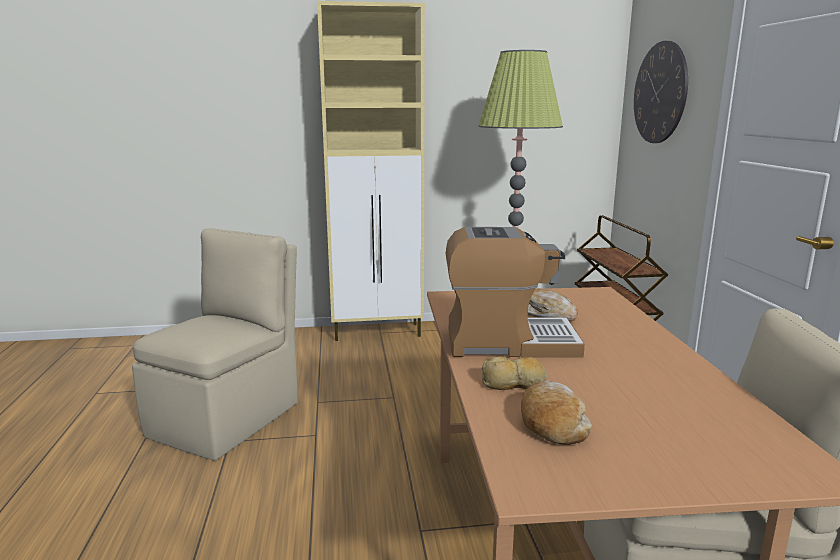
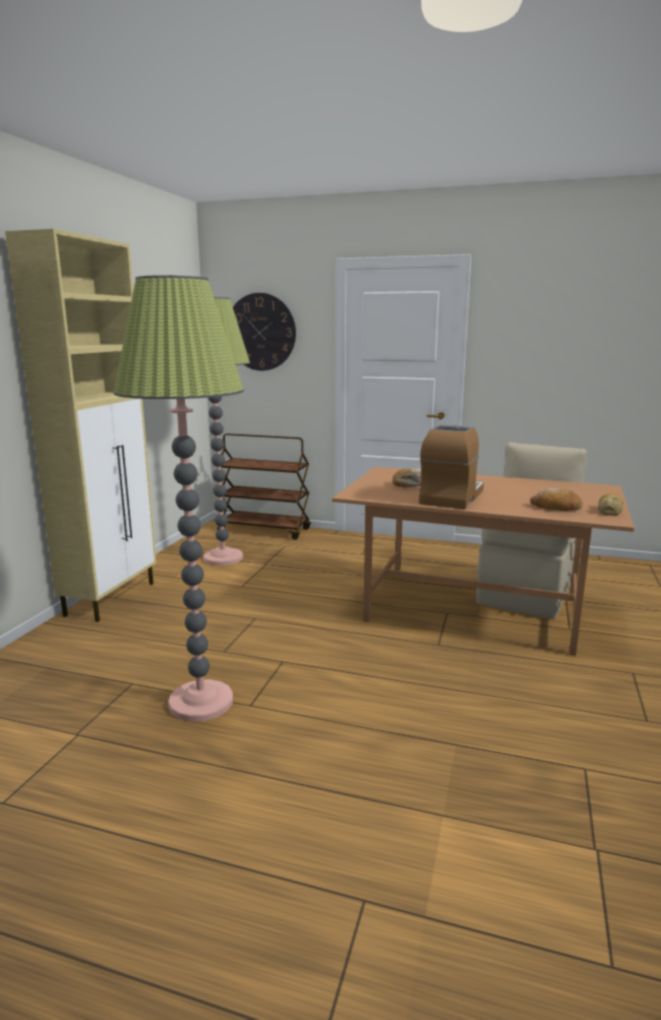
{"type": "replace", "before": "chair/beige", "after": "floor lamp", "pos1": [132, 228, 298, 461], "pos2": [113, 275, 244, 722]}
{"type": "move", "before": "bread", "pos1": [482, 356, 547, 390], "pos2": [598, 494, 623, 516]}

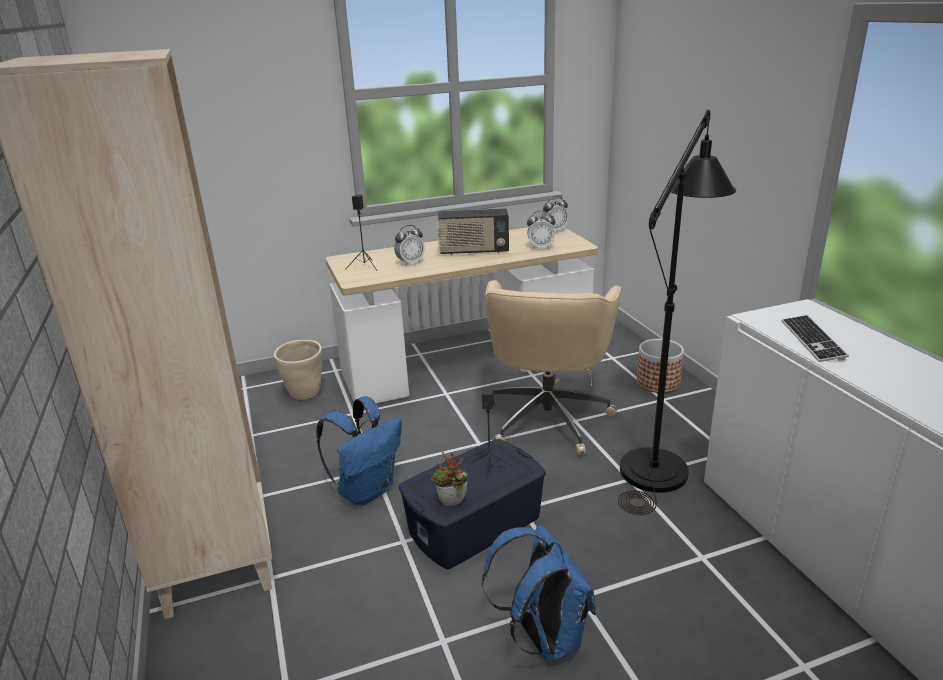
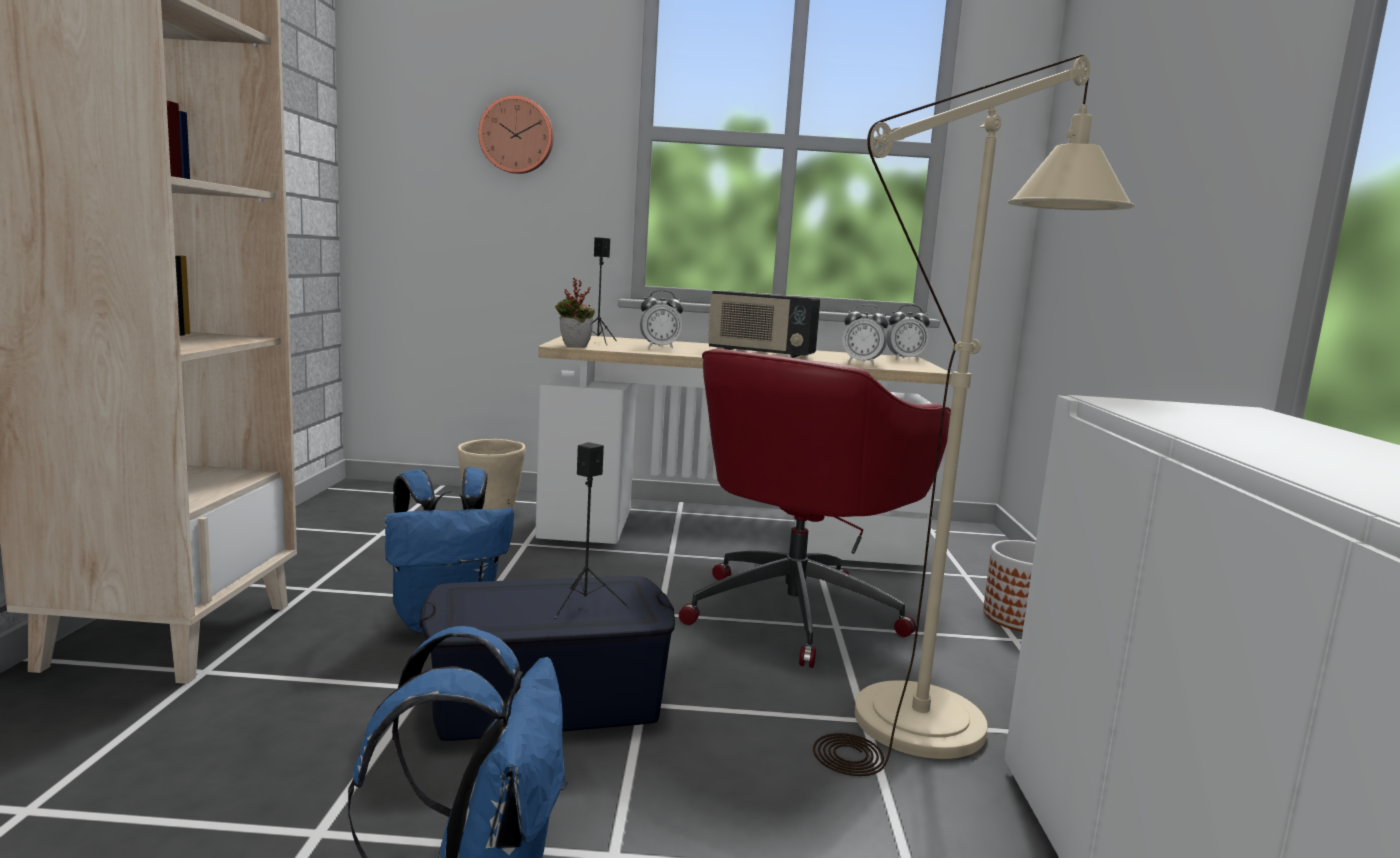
{"type": "move", "before": "potted plant", "pos1": [431, 452, 468, 506], "pos2": [555, 278, 595, 347]}
{"type": "recolor", "before": "office chair/beige", "after": "office chair/red", "pos1": [485, 280, 621, 456], "pos2": [679, 349, 951, 668]}
{"type": "recolor", "before": "floor lamp/black", "after": "floor lamp/beige", "pos1": [618, 110, 736, 515], "pos2": [813, 55, 1135, 776]}
{"type": "delete", "before": "keyboard", "pos1": [782, 315, 849, 362]}
{"type": "insert", "after": "wall clock", "pos2": [478, 95, 554, 174]}

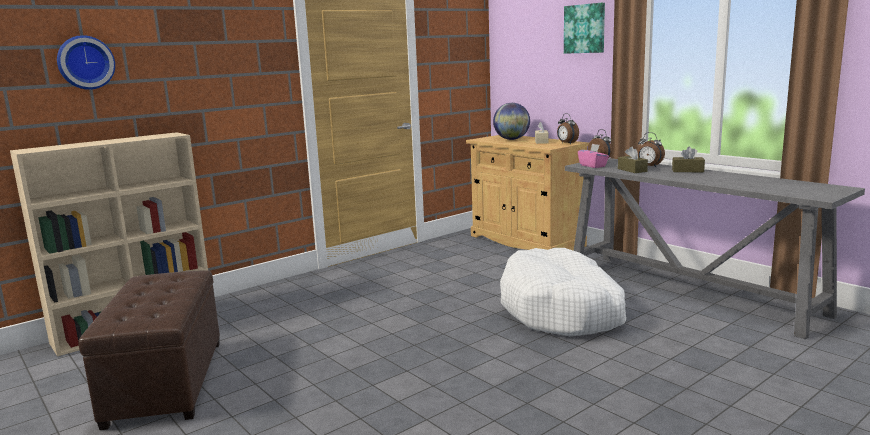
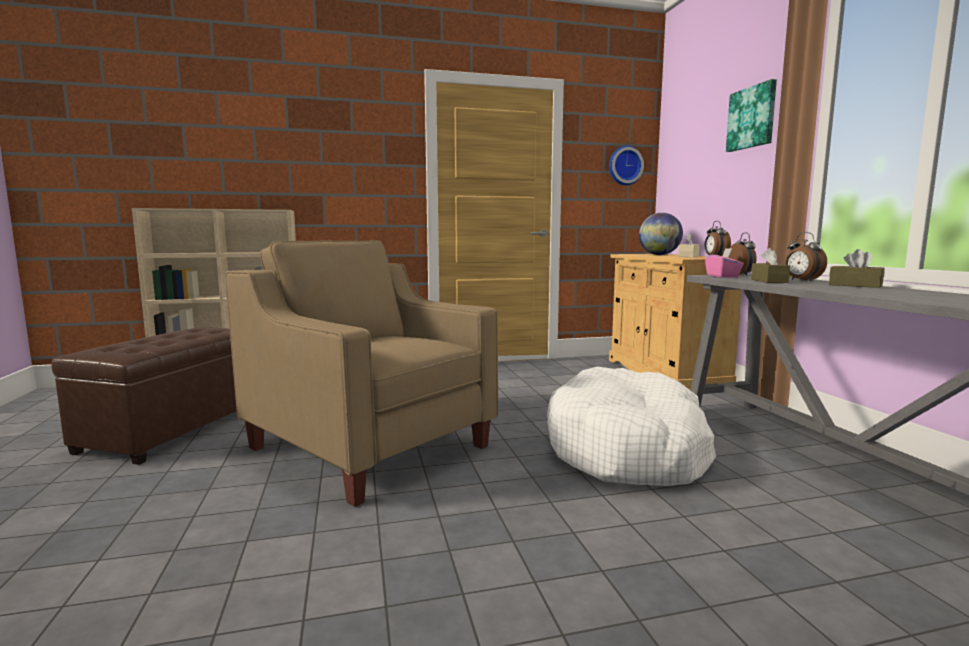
{"type": "move", "before": "wall clock", "pos1": [57, 35, 115, 90], "pos2": [609, 146, 644, 185]}
{"type": "insert", "after": "armchair/beige", "pos2": [225, 240, 498, 507]}

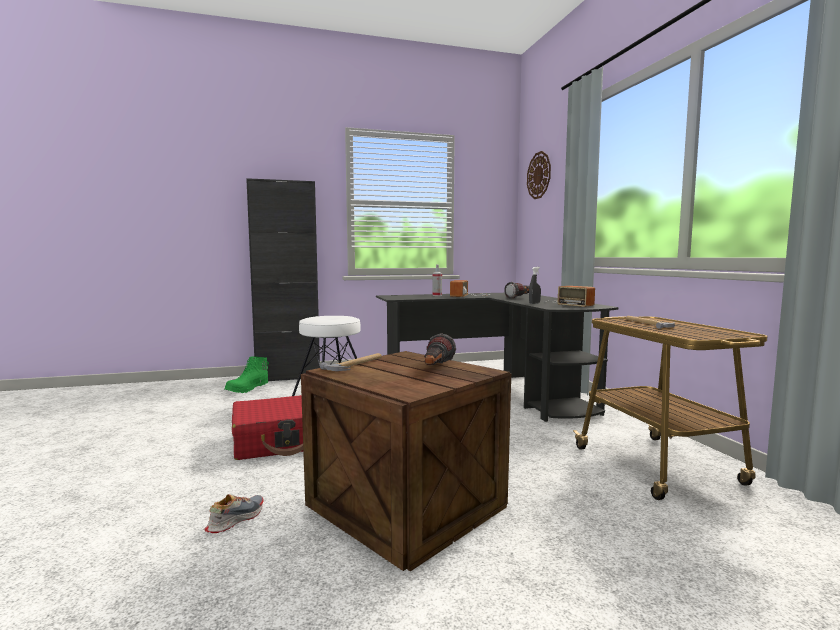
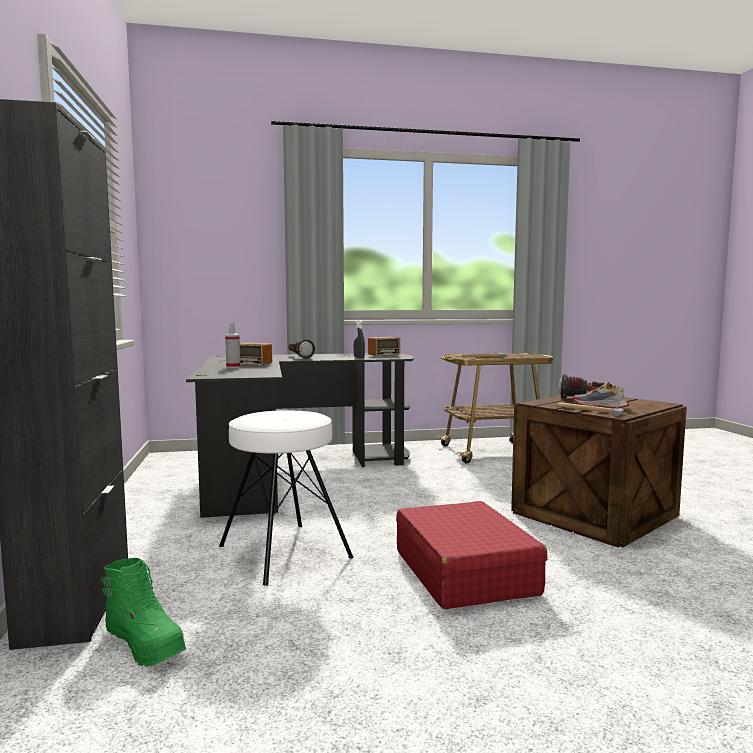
{"type": "move", "before": "shoe", "pos1": [205, 494, 264, 533], "pos2": [573, 382, 629, 408]}
{"type": "delete", "before": "wall clock", "pos1": [527, 151, 551, 199]}

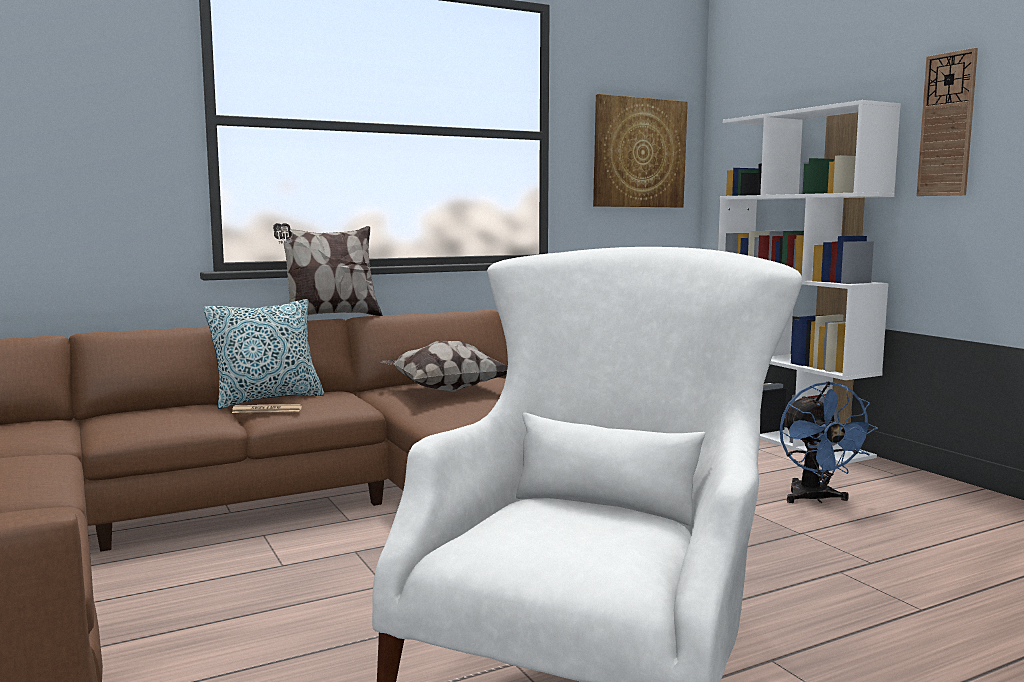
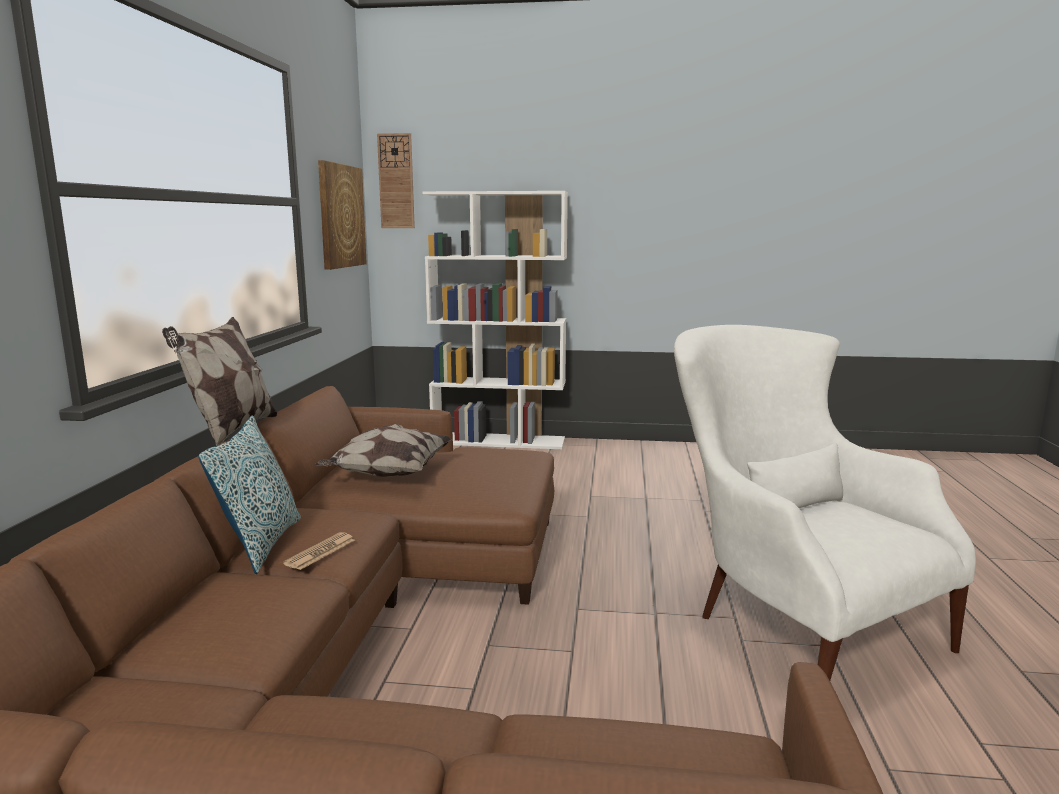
{"type": "delete", "before": "fan/blue", "pos1": [780, 381, 878, 503]}
{"type": "move", "before": "wall clock", "pos1": [916, 48, 978, 196], "pos2": [377, 133, 415, 228]}

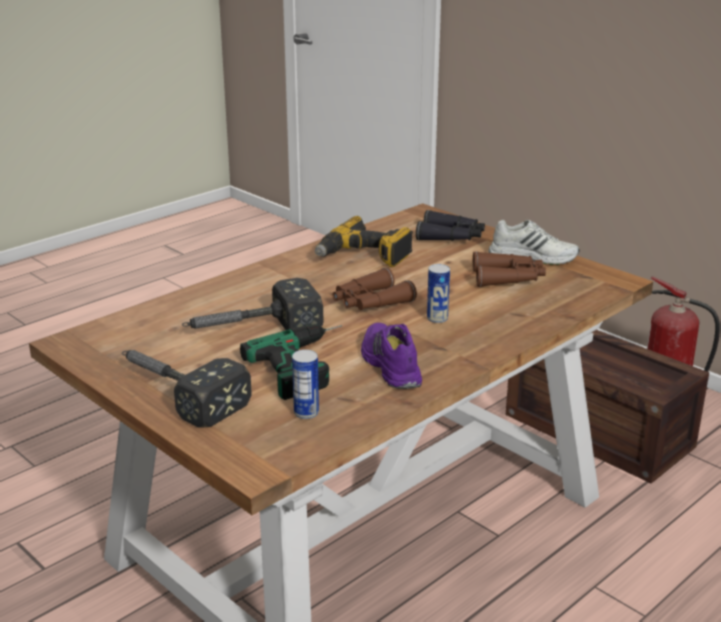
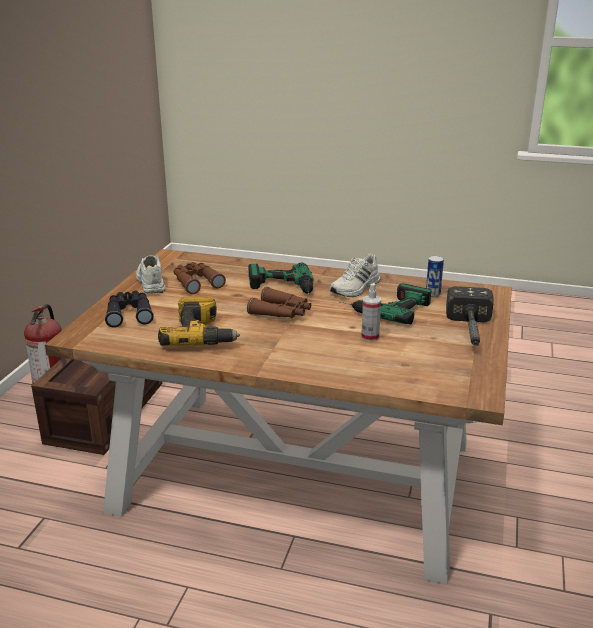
{"type": "replace", "before": "hammer", "after": "spray bottle", "pos1": [182, 278, 324, 330], "pos2": [361, 283, 381, 342]}
{"type": "recolor", "before": "shoe/purple", "after": "shoe/white", "pos1": [361, 323, 422, 389], "pos2": [330, 253, 381, 297]}
{"type": "replace", "before": "can", "after": "power drill", "pos1": [427, 264, 450, 323], "pos2": [248, 263, 313, 297]}

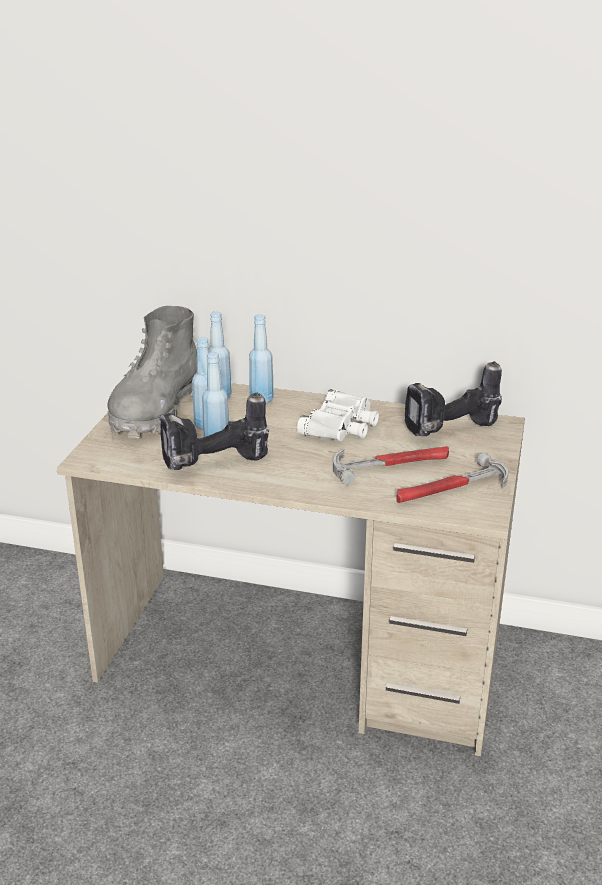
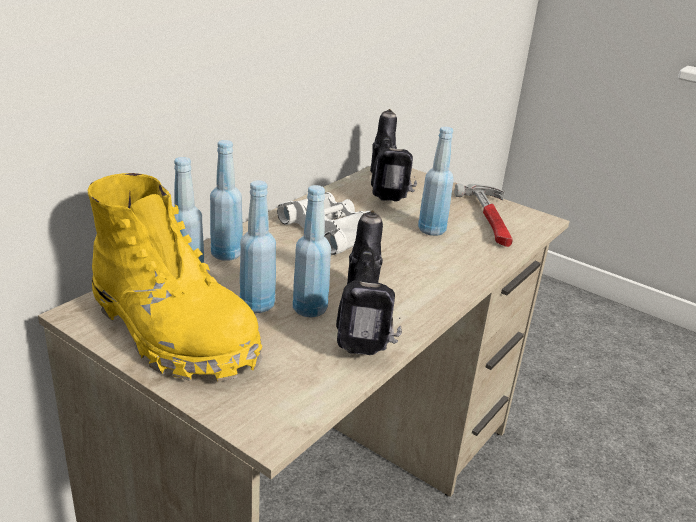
{"type": "recolor", "before": "boot/grey", "after": "boot/yellow", "pos1": [107, 306, 197, 438], "pos2": [87, 173, 263, 382]}
{"type": "replace", "before": "hammer", "after": "bottle/blue", "pos1": [333, 446, 449, 485], "pos2": [418, 127, 454, 236]}

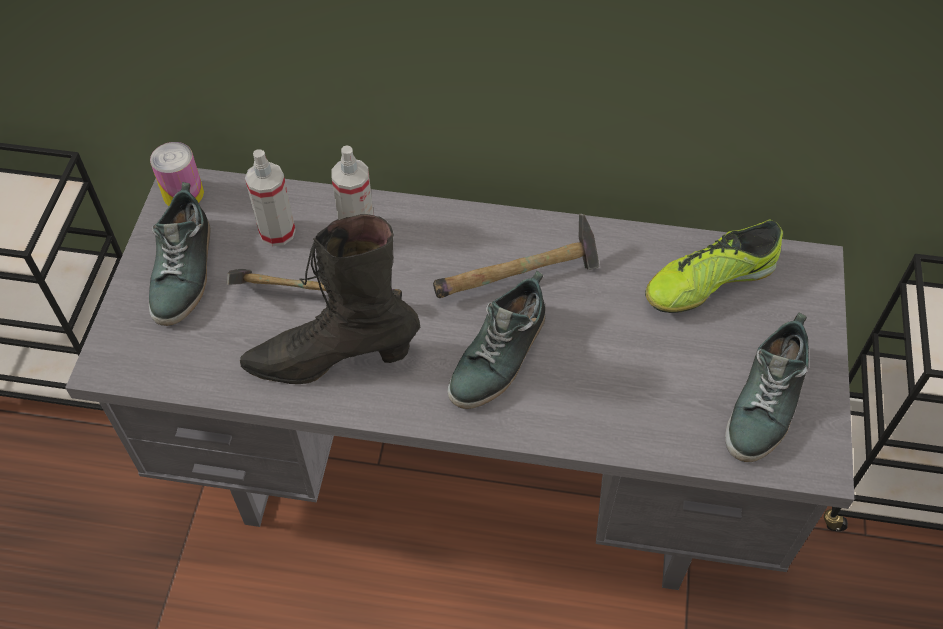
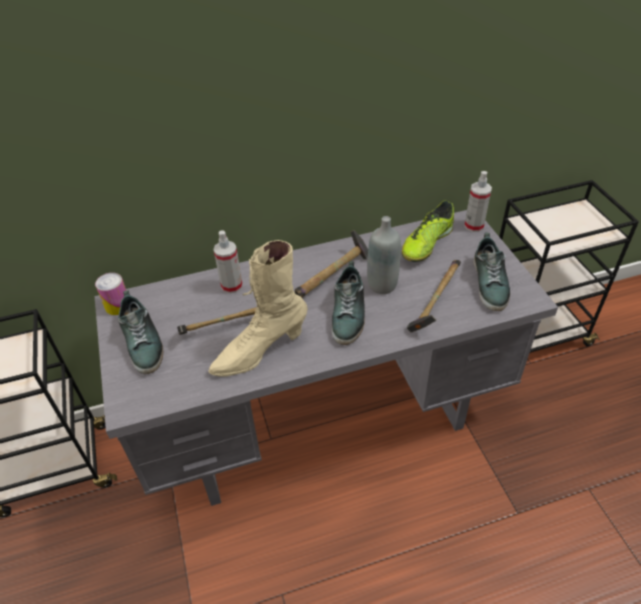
{"type": "recolor", "before": "boot/black", "after": "boot/beige", "pos1": [240, 214, 420, 384], "pos2": [208, 240, 308, 377]}
{"type": "move", "before": "spray bottle", "pos1": [245, 149, 296, 246], "pos2": [464, 171, 492, 232]}
{"type": "insert", "after": "bottle/grey", "pos2": [367, 216, 401, 294]}
{"type": "insert", "after": "hammer", "pos2": [407, 260, 461, 332]}

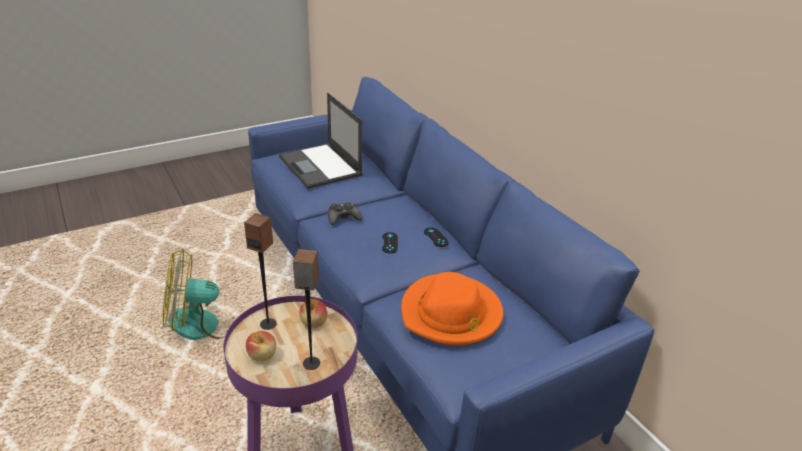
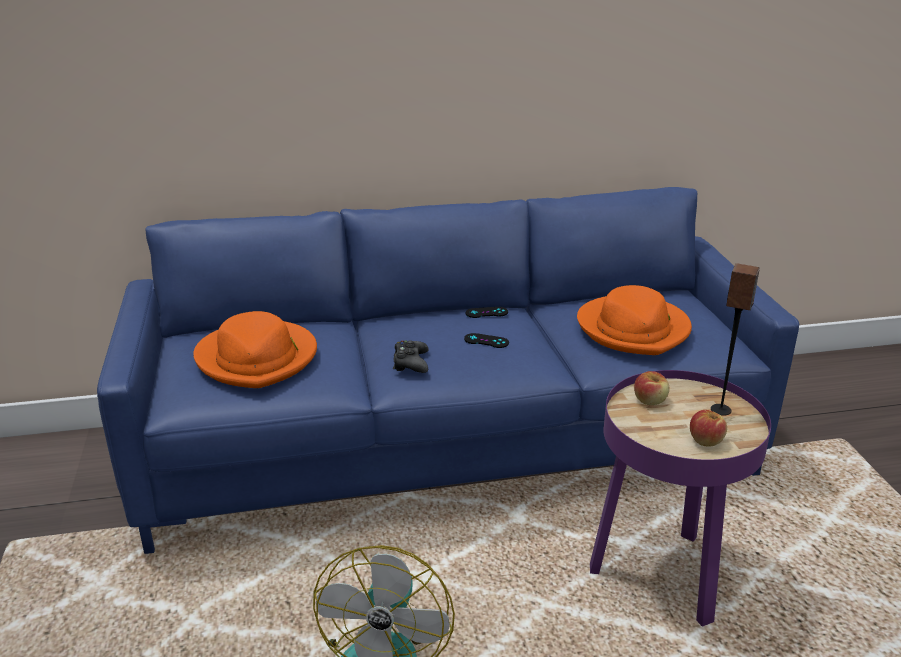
{"type": "delete", "before": "speaker", "pos1": [244, 213, 277, 330]}
{"type": "replace", "before": "laptop", "after": "hat/orange", "pos1": [279, 93, 363, 189], "pos2": [193, 311, 317, 388]}

